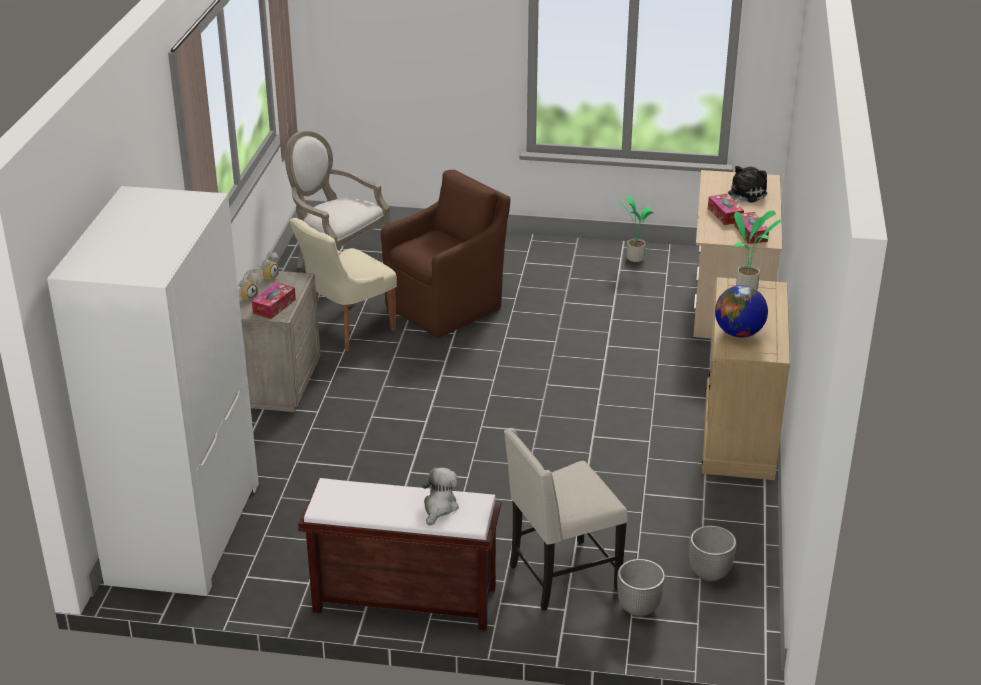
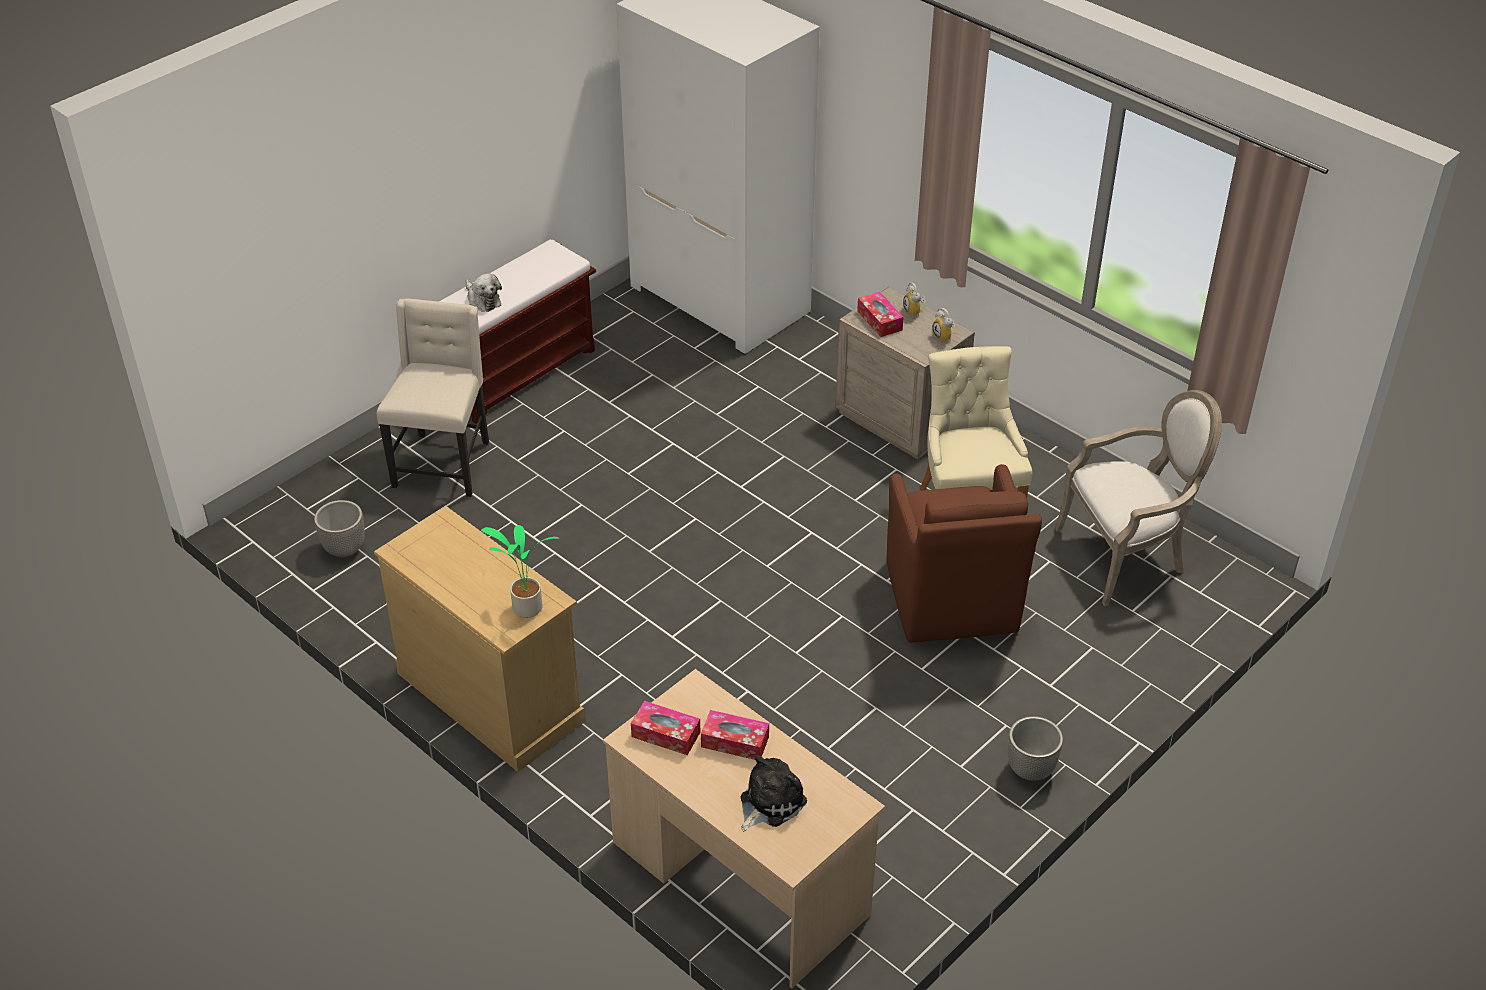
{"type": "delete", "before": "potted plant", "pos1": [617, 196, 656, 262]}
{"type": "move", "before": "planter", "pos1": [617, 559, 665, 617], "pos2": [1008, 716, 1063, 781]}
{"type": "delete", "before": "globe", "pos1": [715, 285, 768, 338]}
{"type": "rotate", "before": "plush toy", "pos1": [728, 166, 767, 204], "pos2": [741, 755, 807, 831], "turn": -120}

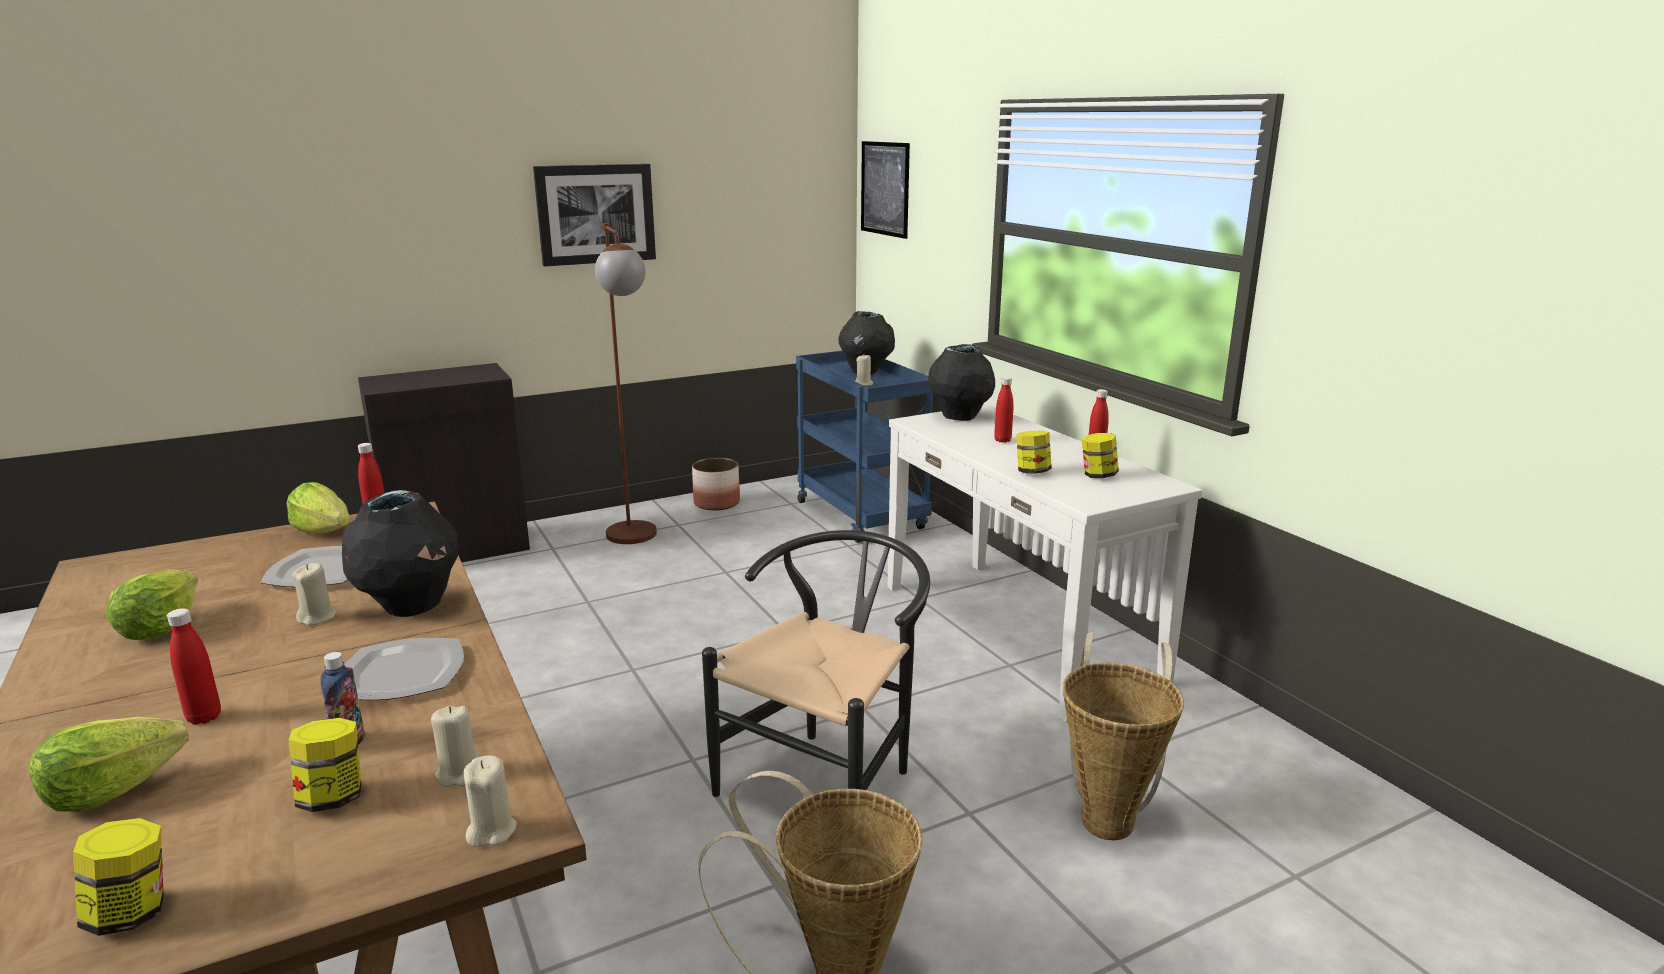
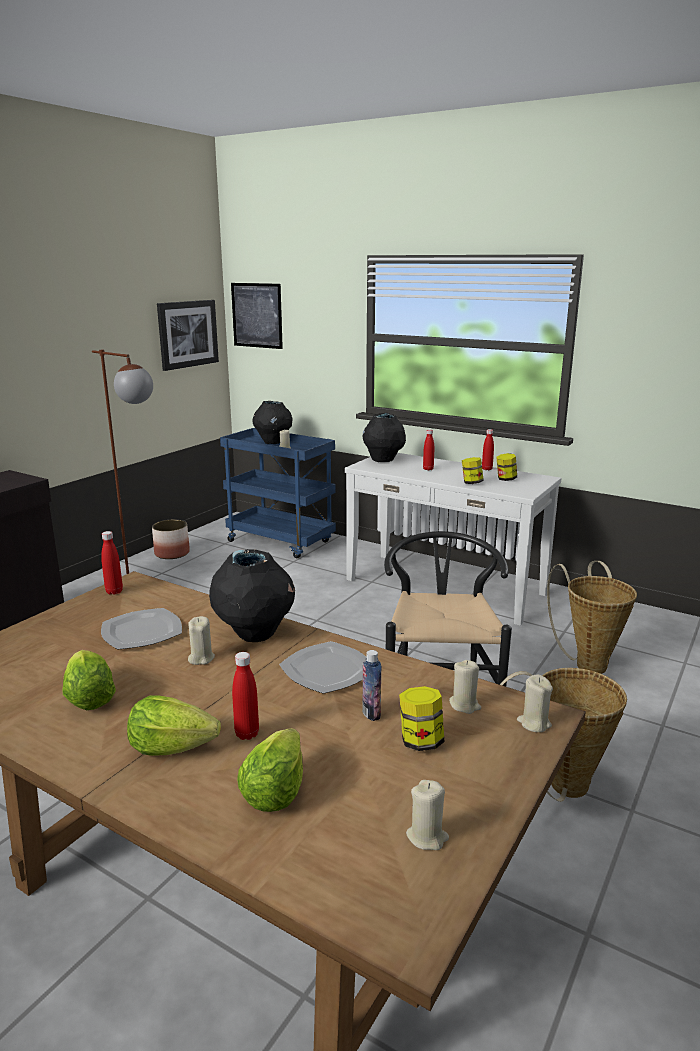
{"type": "replace", "before": "jar", "after": "candle/beige", "pos1": [73, 818, 164, 936], "pos2": [406, 780, 449, 850]}
{"type": "move", "before": "lettuce", "pos1": [286, 482, 350, 534], "pos2": [127, 695, 221, 756]}
{"type": "move", "before": "picture", "pos1": [533, 164, 656, 267], "pos2": [157, 300, 219, 371]}

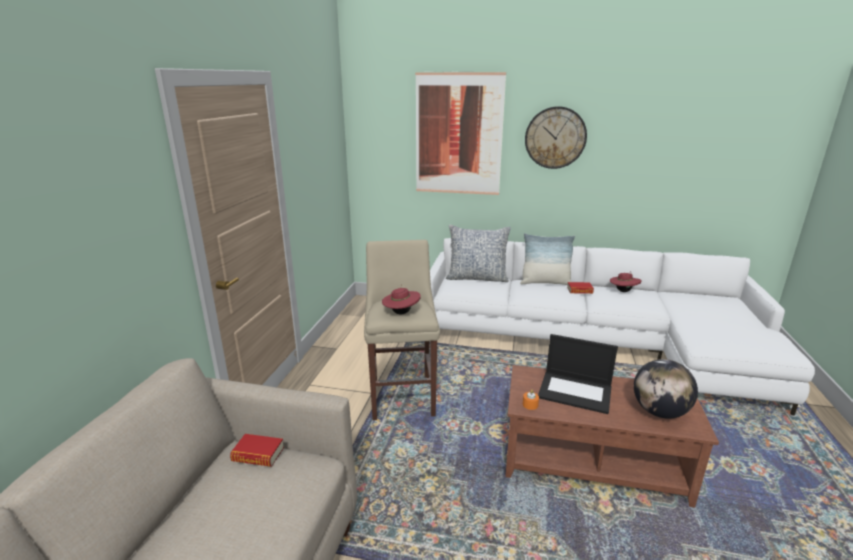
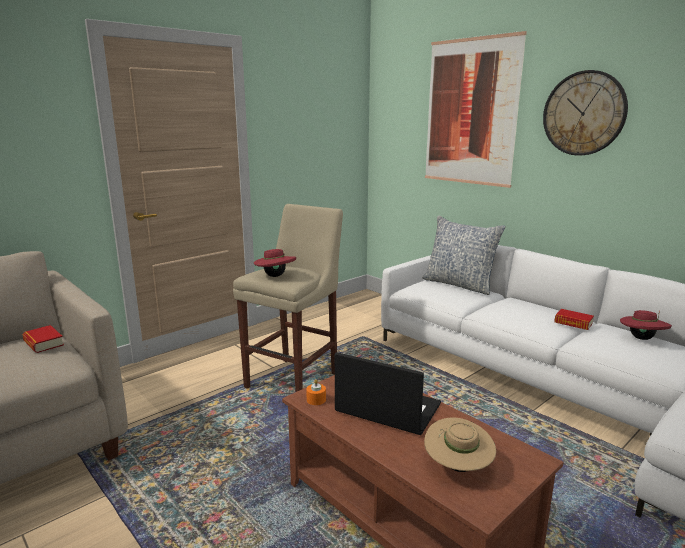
{"type": "delete", "before": "pillow", "pos1": [520, 233, 575, 285]}
{"type": "rotate", "before": "laptop", "pos1": [538, 334, 618, 414], "pos2": [335, 352, 441, 435], "turn": 150}
{"type": "replace", "before": "globe", "after": "hat/beige", "pos1": [634, 359, 698, 419], "pos2": [424, 417, 496, 472]}

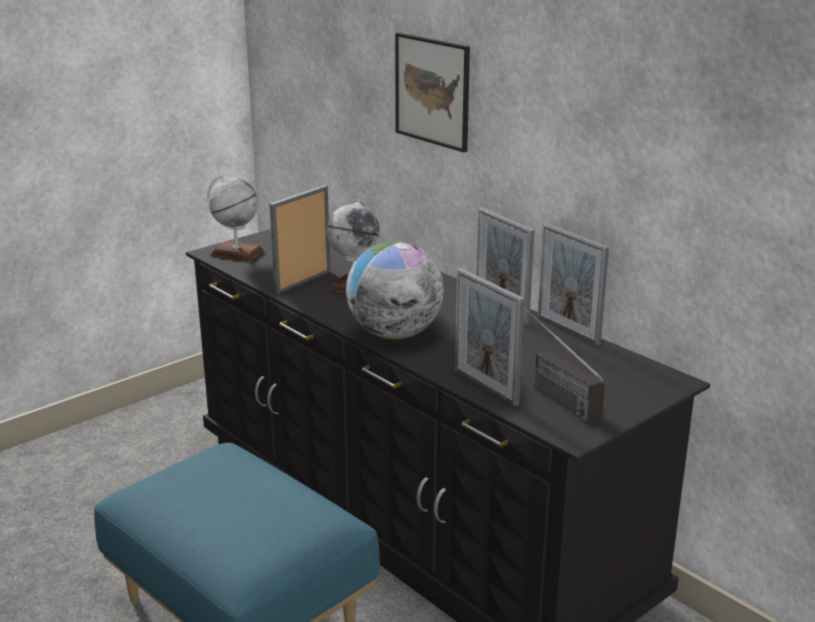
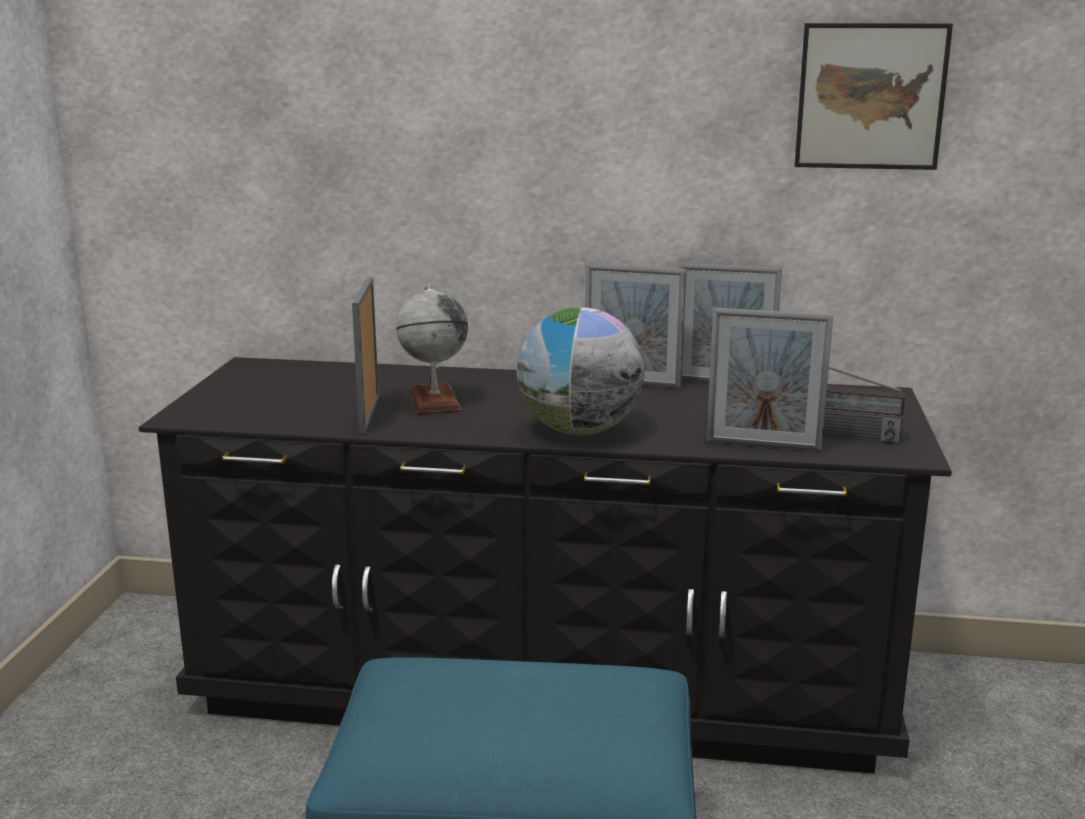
{"type": "delete", "before": "globe", "pos1": [207, 175, 264, 261]}
{"type": "move", "before": "picture", "pos1": [395, 33, 470, 152], "pos2": [794, 23, 953, 170]}

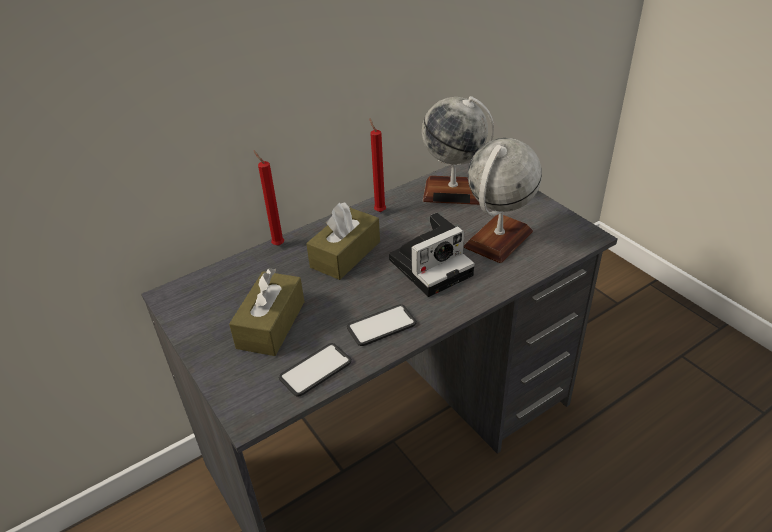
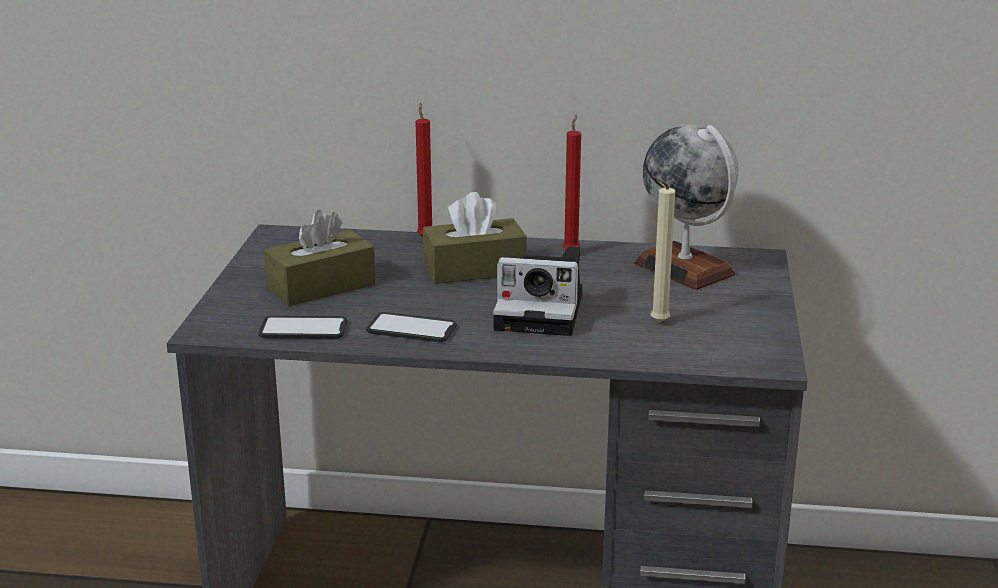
{"type": "replace", "before": "globe", "after": "candle/beige", "pos1": [464, 138, 542, 263], "pos2": [651, 176, 675, 323]}

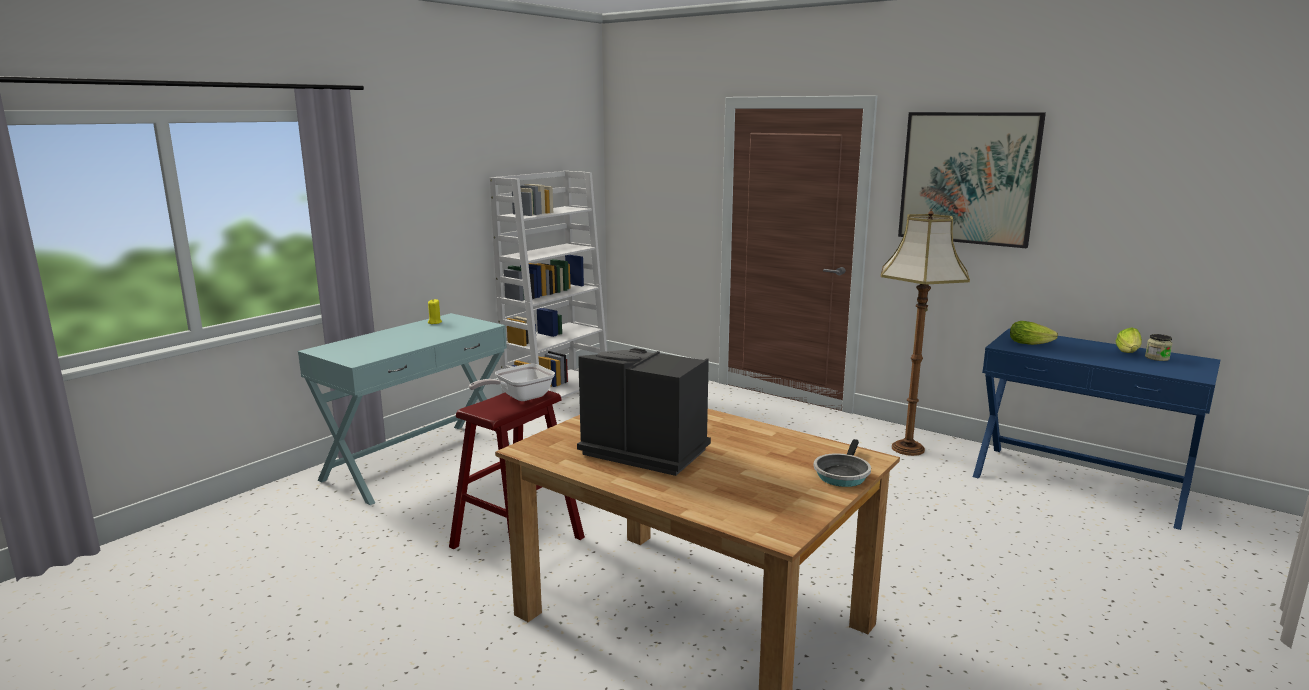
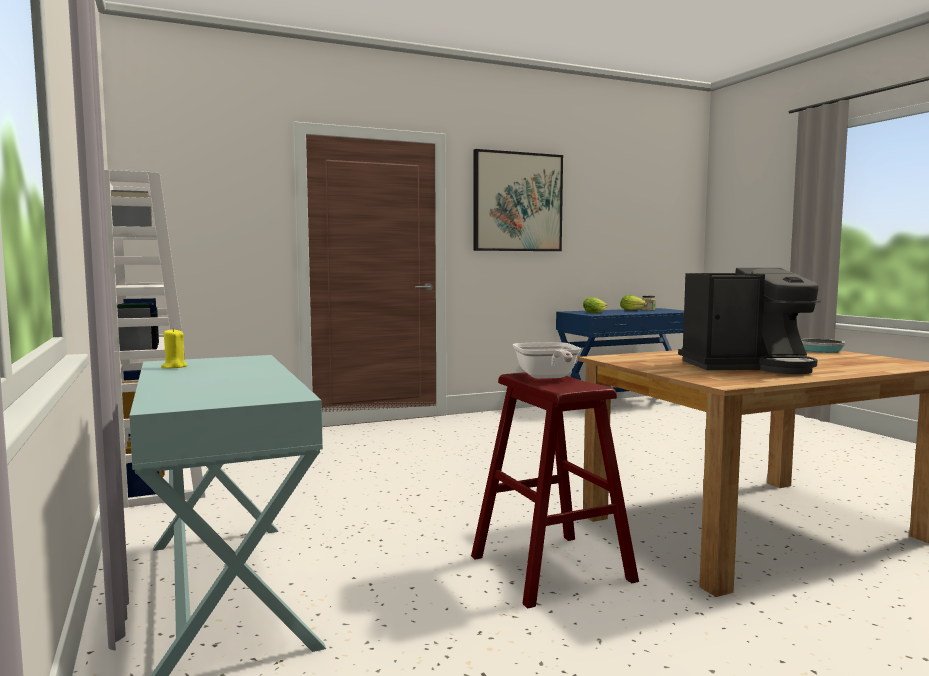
{"type": "rotate", "before": "coffee machine", "pos1": [577, 348, 711, 476], "pos2": [678, 268, 821, 374], "turn": -150}
{"type": "delete", "before": "floor lamp", "pos1": [881, 208, 970, 456]}

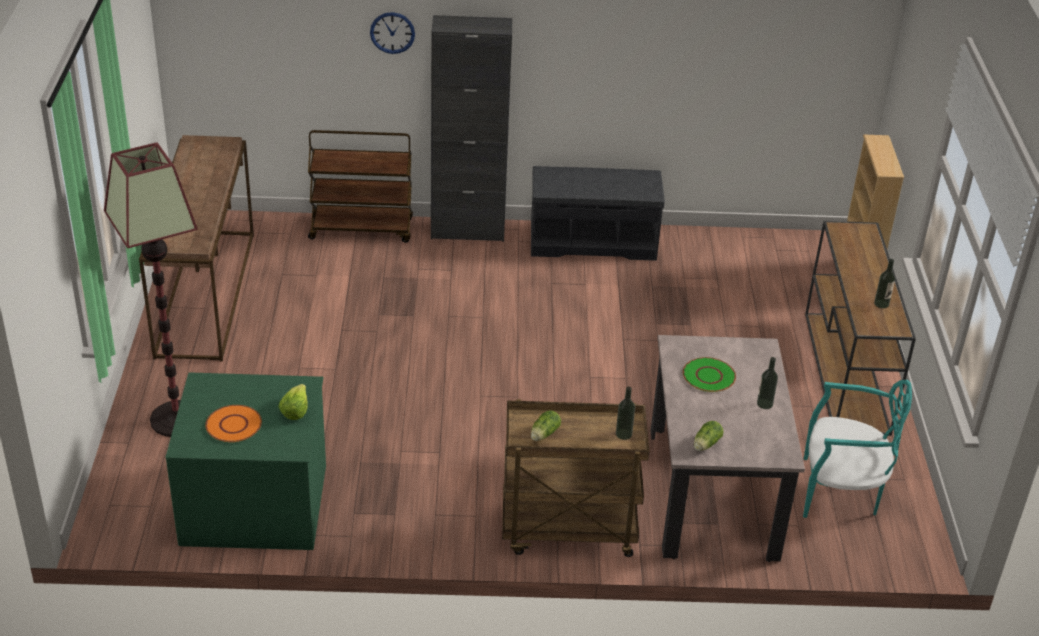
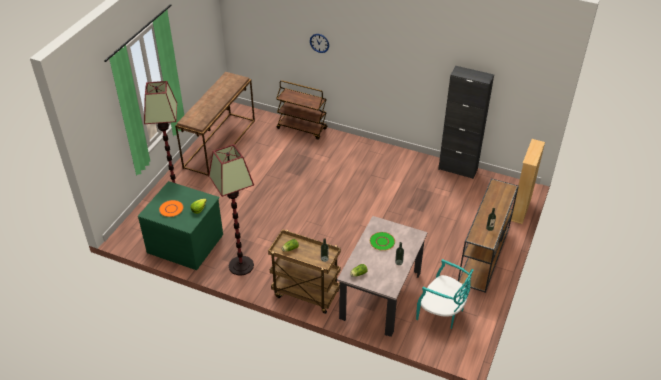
{"type": "move", "before": "cabinet/black", "pos1": [431, 15, 512, 242], "pos2": [438, 66, 494, 179]}
{"type": "delete", "before": "bench/grey", "pos1": [531, 166, 665, 261]}
{"type": "insert", "after": "floor lamp", "pos2": [208, 144, 254, 276]}

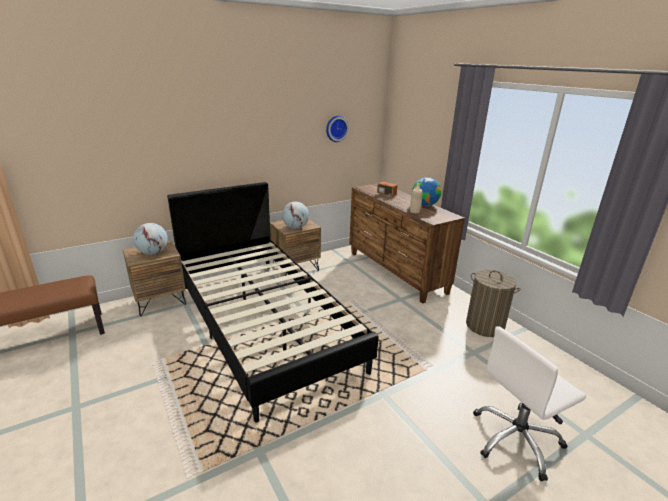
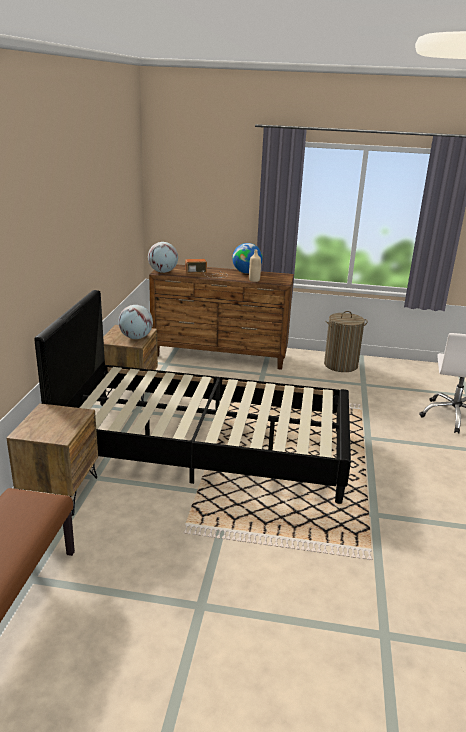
{"type": "move", "before": "globe", "pos1": [133, 223, 168, 255], "pos2": [148, 242, 178, 273]}
{"type": "delete", "before": "wall clock", "pos1": [326, 115, 349, 142]}

